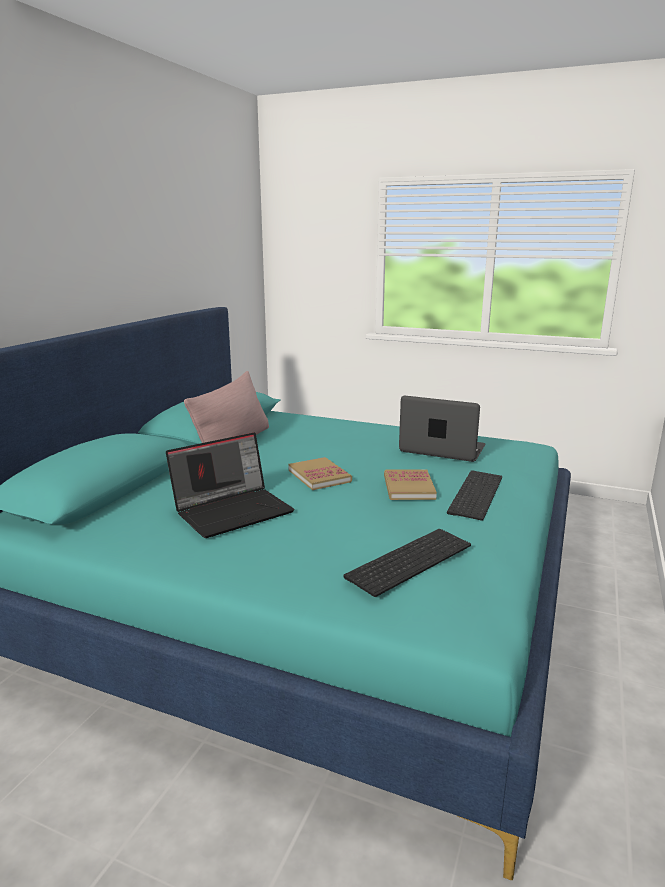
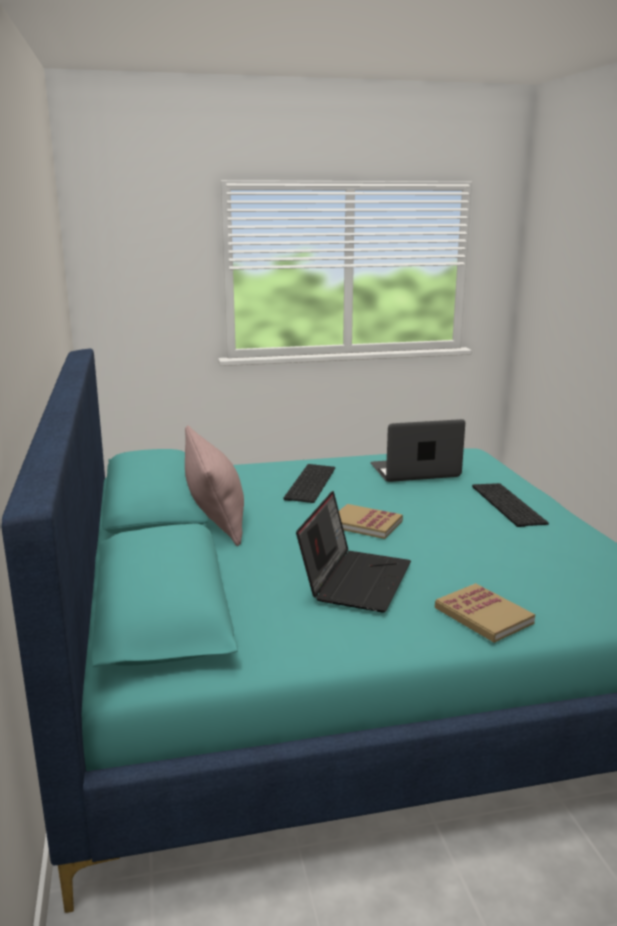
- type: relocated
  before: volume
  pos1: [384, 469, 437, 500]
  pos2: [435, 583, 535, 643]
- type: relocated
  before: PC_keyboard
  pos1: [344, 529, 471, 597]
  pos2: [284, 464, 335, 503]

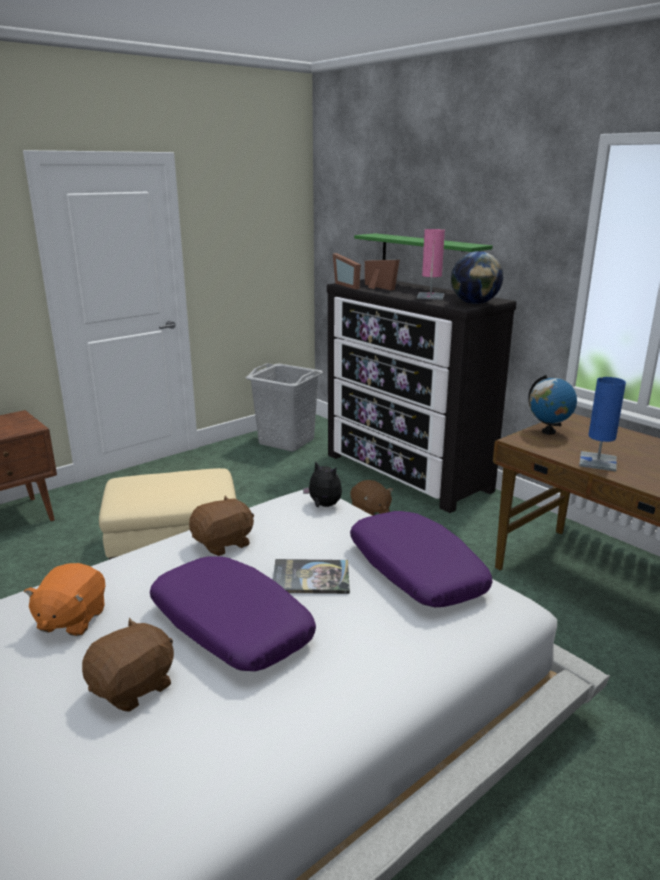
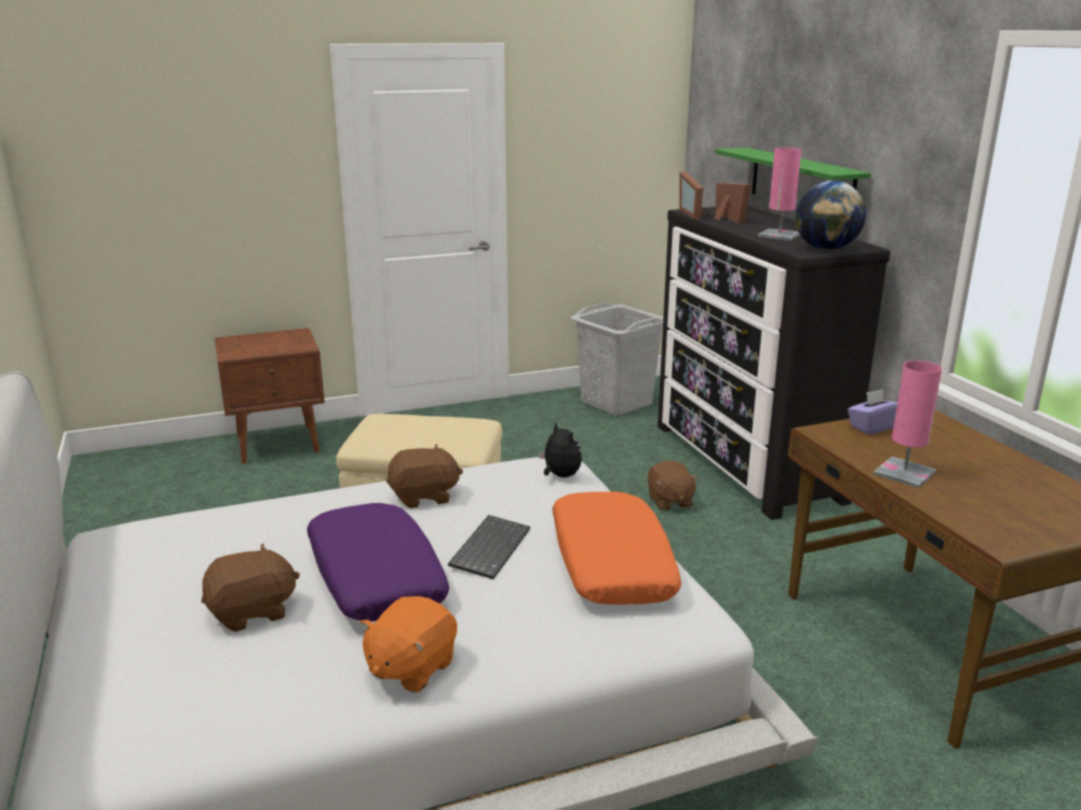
- type: exchanged
  before: world_globe
  after: purplish_box_of_tissues
  pos1: [528, 375, 577, 435]
  pos2: [848, 389, 898, 434]
- type: colour
  before: blue-coloured_tabletop_lamp
  after: pink_tabletop_lamp
  pos1: [579, 377, 626, 472]
  pos2: [873, 361, 942, 488]
- type: colour
  before: purplish_pillow
  after: orange_pillow
  pos1: [350, 511, 492, 607]
  pos2: [552, 492, 681, 605]
- type: exchanged
  before: volume
  after: PC_keyboard
  pos1: [273, 559, 350, 594]
  pos2: [448, 515, 530, 579]
- type: relocated
  before: orange_cuddly_toy
  pos1: [24, 563, 105, 636]
  pos2: [359, 596, 457, 692]

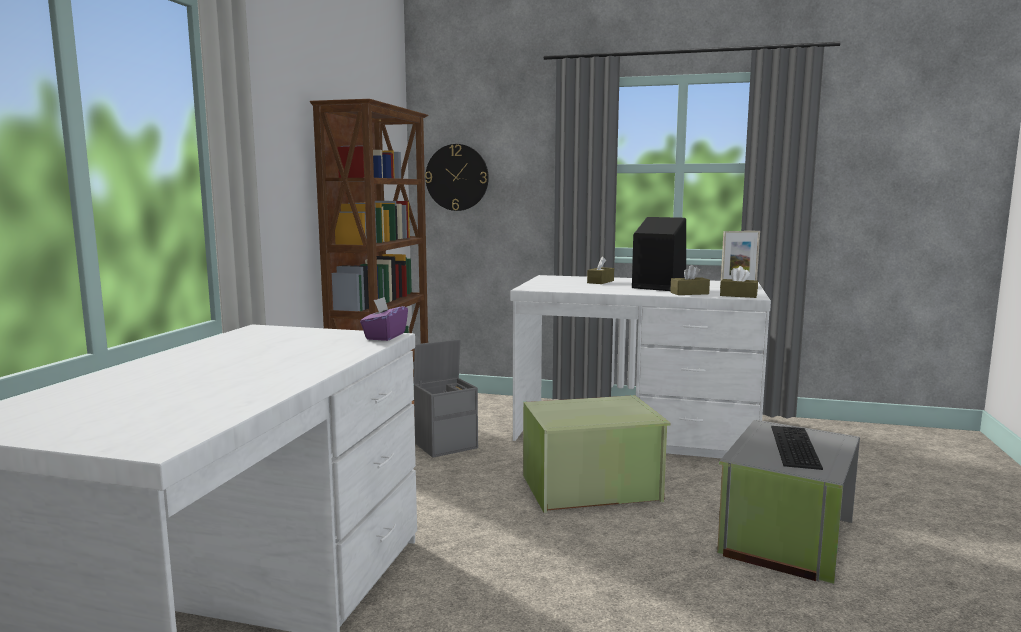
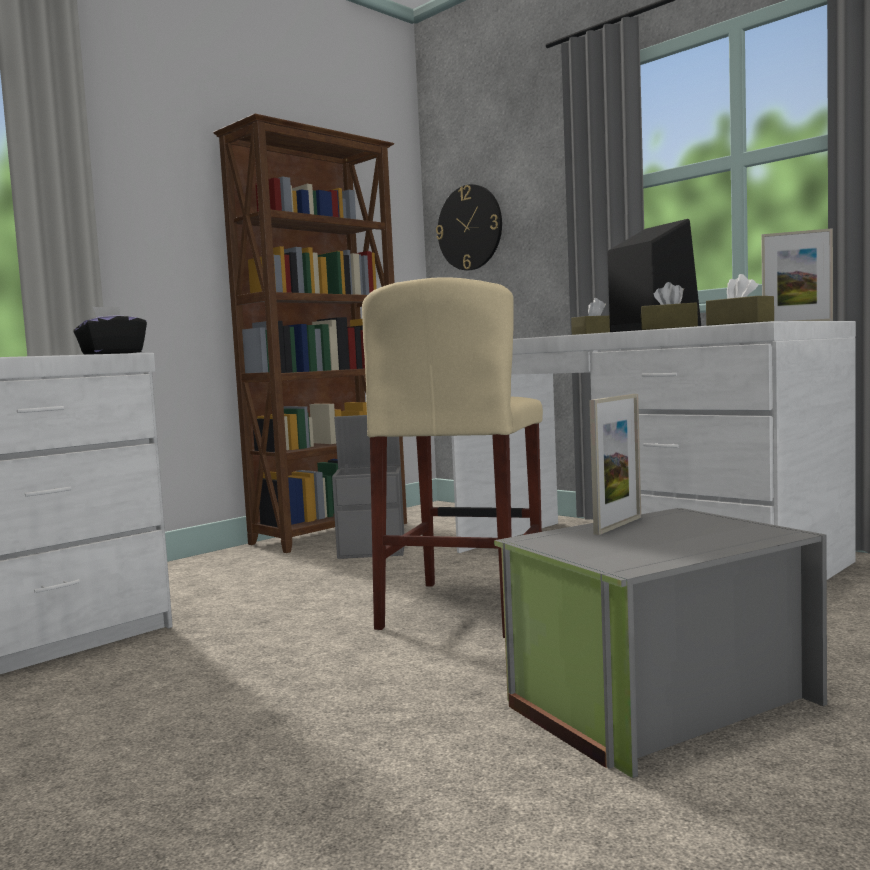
- type: colour
  before: purplish_box_of_tissues
  after: black_box_of_tissues
  pos1: [360, 297, 408, 341]
  pos2: [73, 306, 147, 355]
- type: exchanged
  before: green-coloured_storage_container
  after: beige_sitting_stool
  pos1: [523, 395, 671, 513]
  pos2: [362, 277, 543, 638]
- type: missing
  before: PC_keyboard
  pos1: [771, 426, 823, 470]
- type: appeared
  after: standing_frame
  pos2: [589, 394, 641, 535]

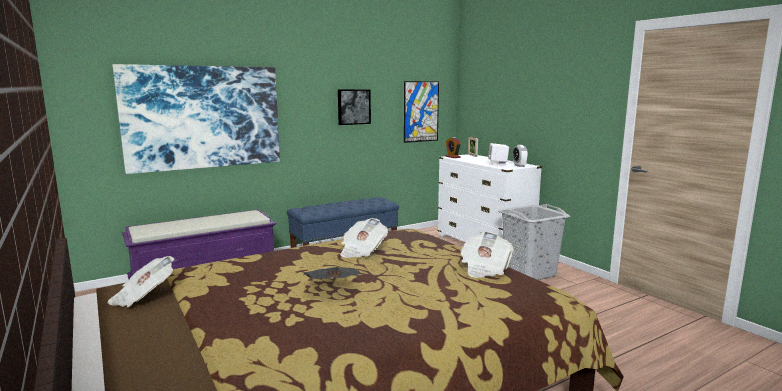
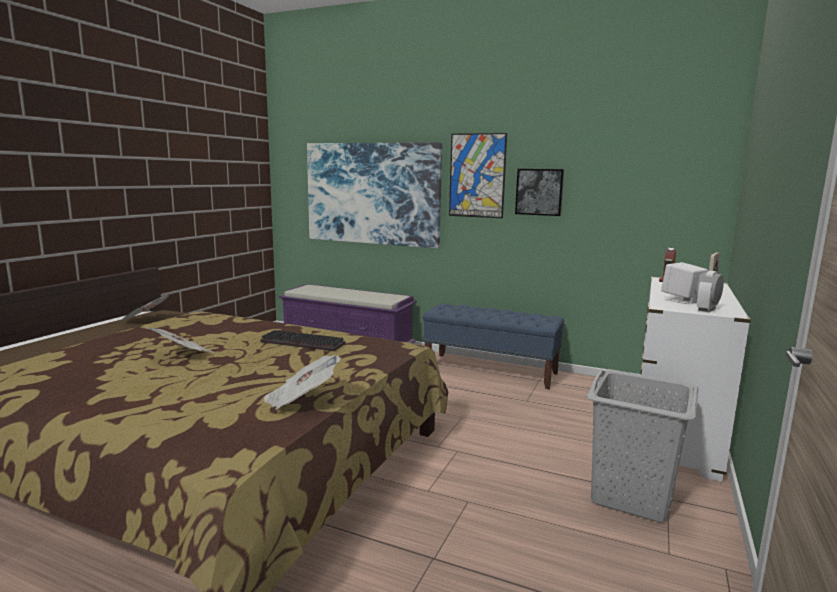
- type: relocated
  before: wall_picture
  pos1: [404, 81, 439, 143]
  pos2: [449, 133, 507, 218]
- type: exchanged
  before: daily_paper
  after: PC_keyboard
  pos1: [340, 218, 388, 258]
  pos2: [260, 330, 345, 351]

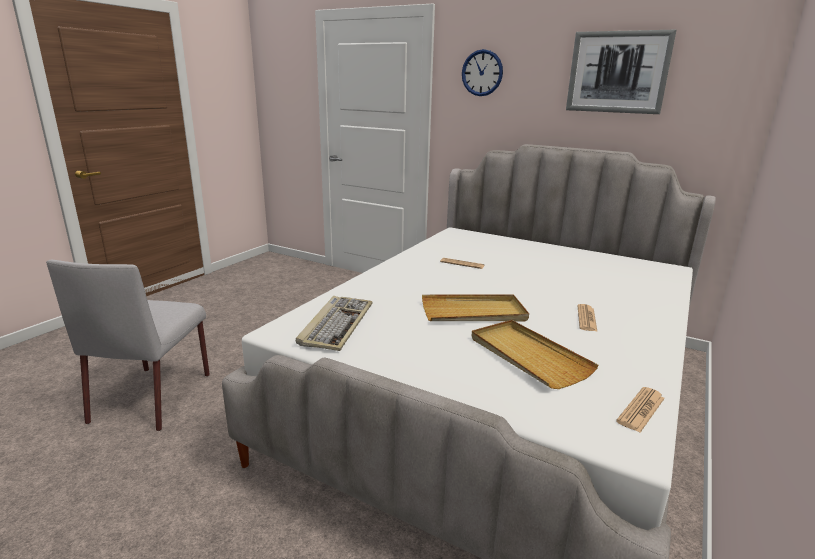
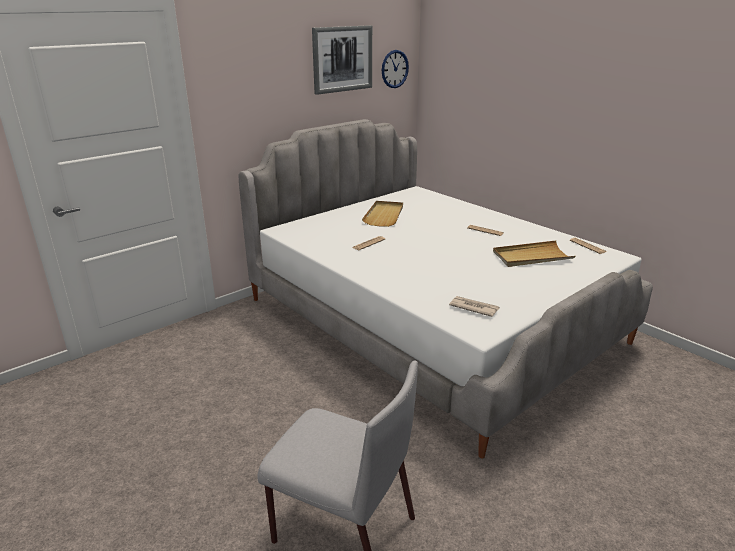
- type: relocated
  before: hanging_clock
  pos1: [462, 49, 503, 96]
  pos2: [382, 50, 409, 88]
- type: relocated
  before: beige_carrying_tray
  pos1: [422, 295, 529, 321]
  pos2: [362, 201, 403, 227]
- type: exchanged
  before: PC_keyboard
  after: daily_paper
  pos1: [296, 296, 372, 351]
  pos2: [449, 296, 500, 317]

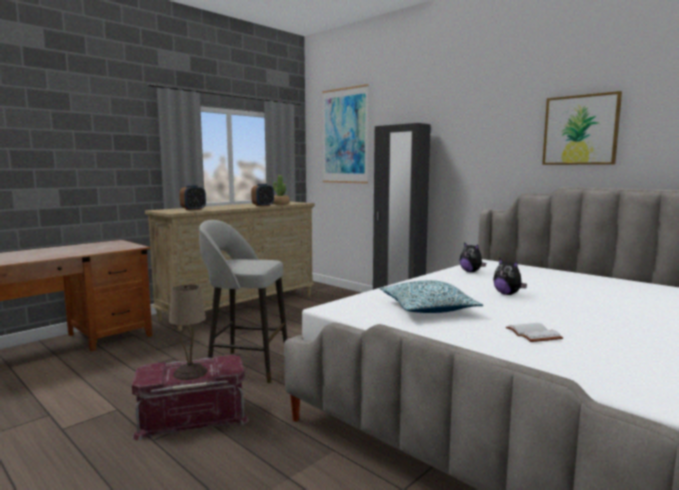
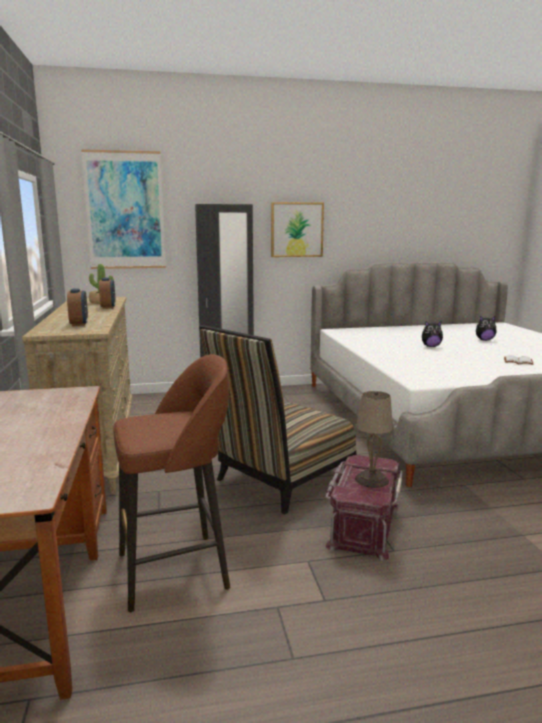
- type: relocated
  before: wall_picture
  pos1: [542, 91, 622, 165]
  pos2: [271, 202, 324, 257]
- type: exchanged
  before: greyish_sitting_stool
  after: upright_chair
  pos1: [199, 220, 287, 384]
  pos2: [199, 325, 357, 514]
- type: relocated
  before: cuddly_toy
  pos1: [460, 242, 486, 272]
  pos2: [476, 316, 496, 341]
- type: missing
  before: pillow
  pos1: [380, 280, 483, 313]
- type: appeared
  after: brown_sitting_stool
  pos2: [113, 354, 230, 612]

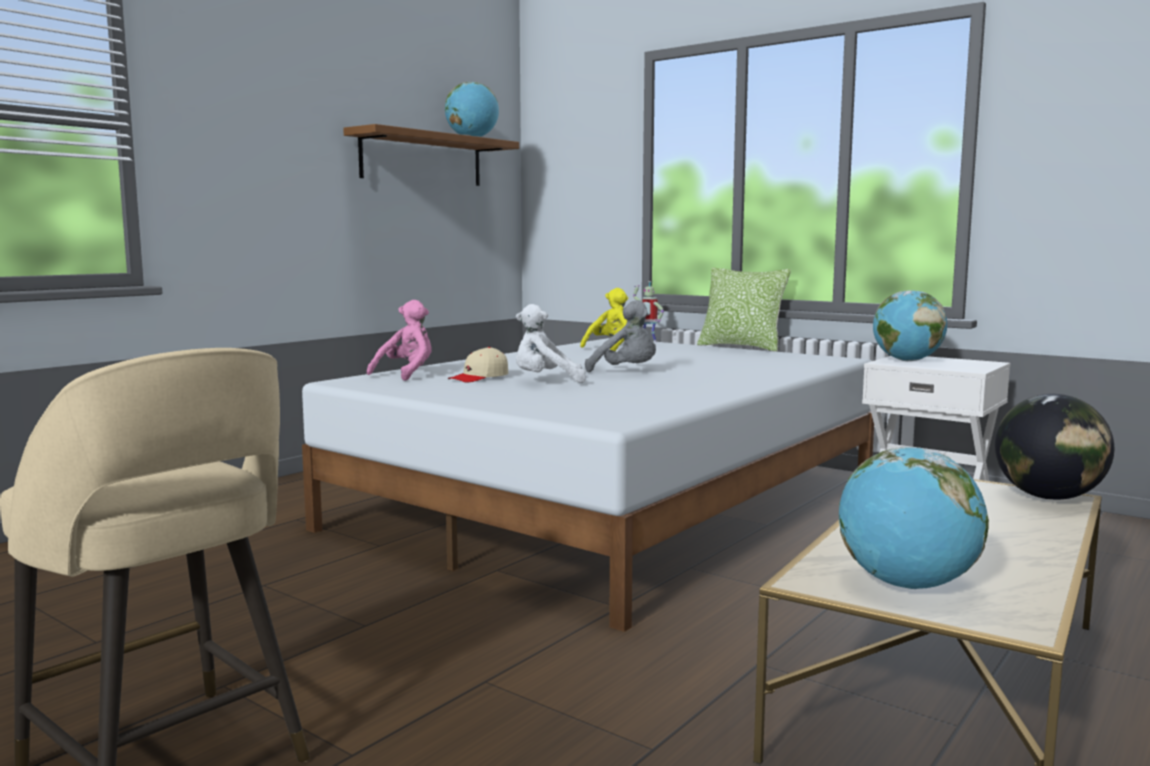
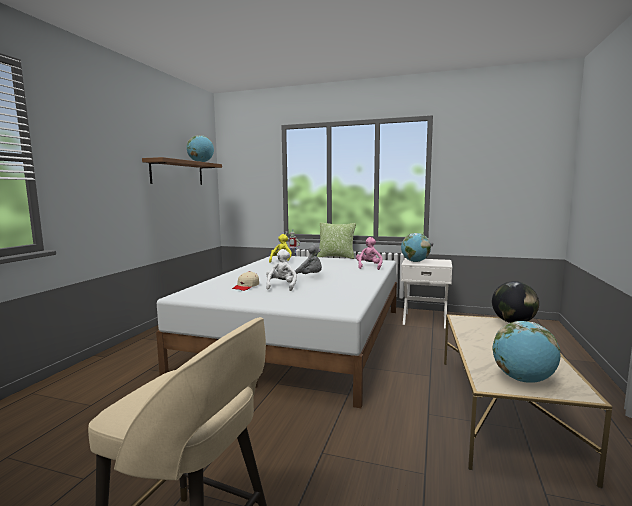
- type: relocated
  before: pink_cuddly_toy
  pos1: [367, 300, 432, 381]
  pos2: [356, 237, 383, 270]
- type: spun
  before: white-coloured_cuddly_toy
  pos1: [516, 304, 586, 383]
  pos2: [266, 249, 297, 291]
  turn: 120

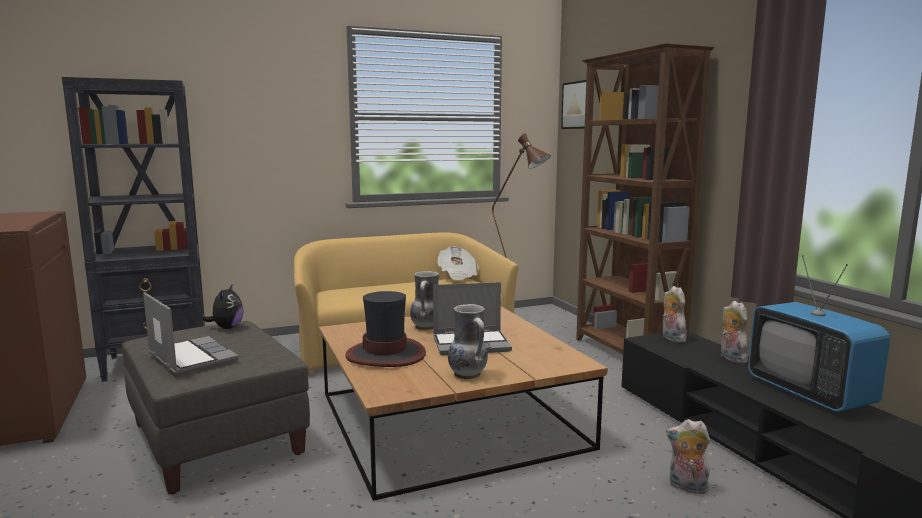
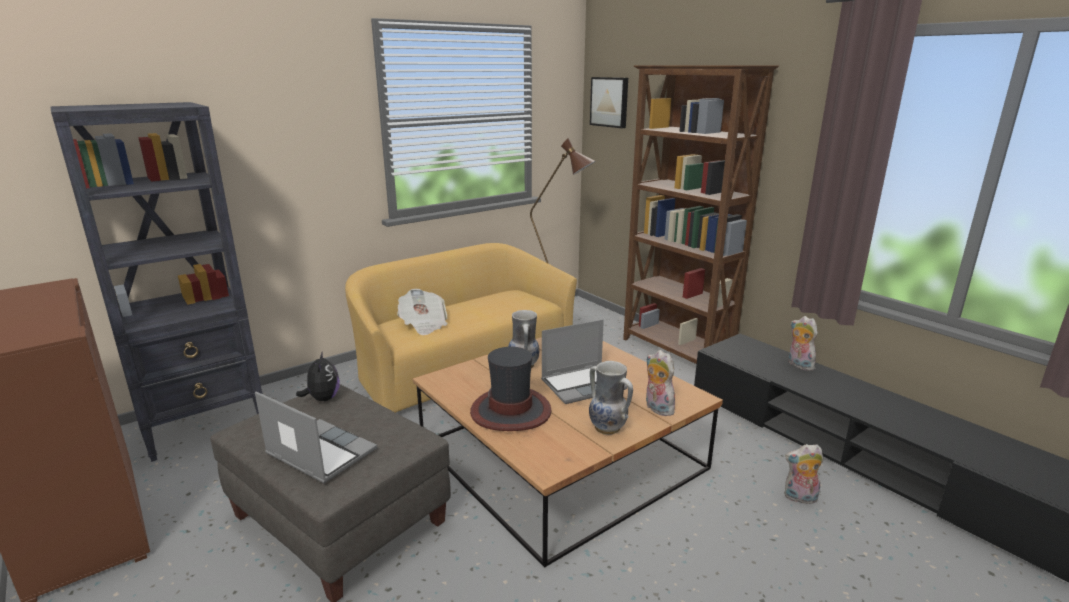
- type: relocated
  before: daily_paper
  pos1: [437, 246, 479, 280]
  pos2: [398, 289, 448, 335]
- type: missing
  before: TV
  pos1: [748, 255, 890, 412]
- type: relocated
  before: cuddly_toy
  pos1: [663, 286, 687, 343]
  pos2: [646, 350, 677, 416]

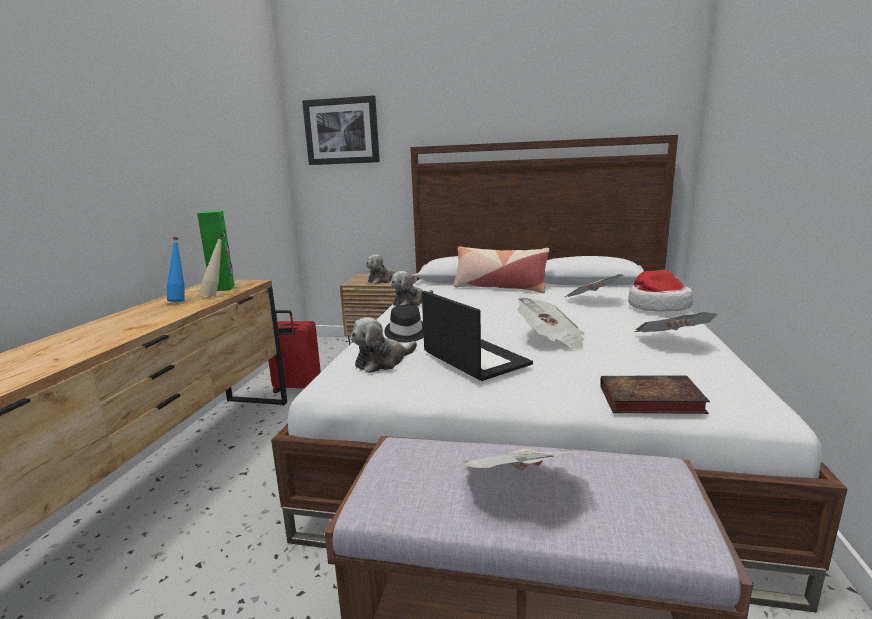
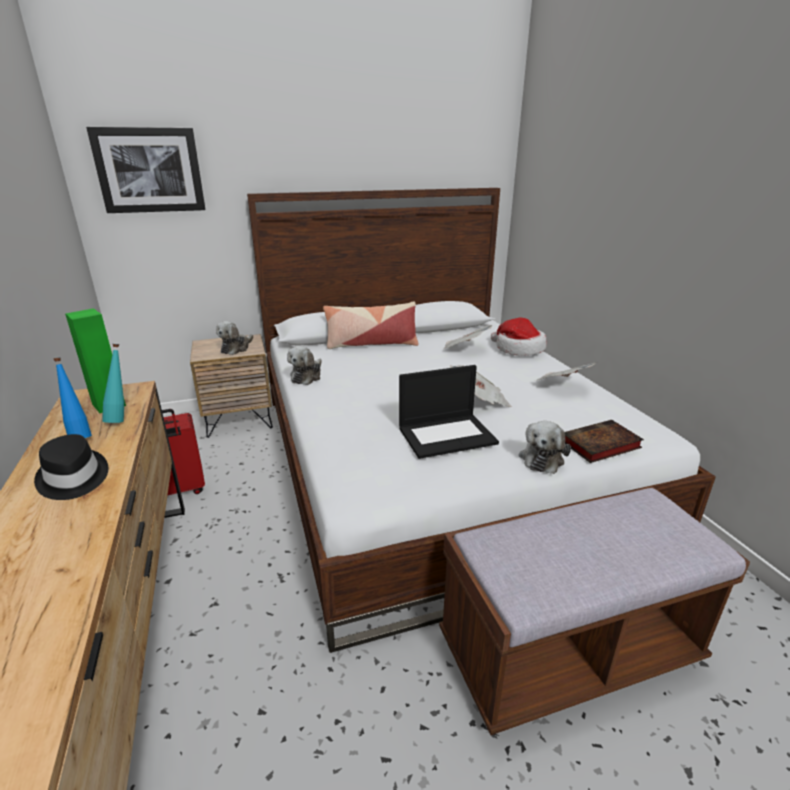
- type: colour
  before: beige_beverage_bottle
  after: turquoise-coloured_beverage_bottle
  pos1: [199, 234, 223, 297]
  pos2: [102, 344, 124, 423]
- type: spun
  before: portable_computer
  pos1: [422, 291, 533, 381]
  pos2: [399, 365, 499, 459]
  turn: 135
- type: relocated
  before: black_wearable_hat
  pos1: [384, 304, 424, 343]
  pos2: [34, 434, 108, 500]
- type: relocated
  before: cuddly_toy
  pos1: [351, 317, 417, 373]
  pos2: [519, 421, 571, 474]
- type: missing
  before: daily_paper
  pos1: [461, 448, 583, 470]

